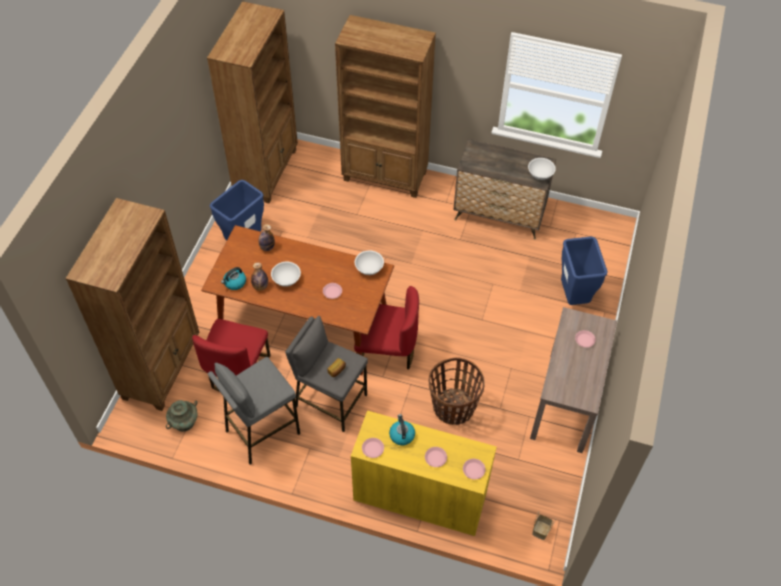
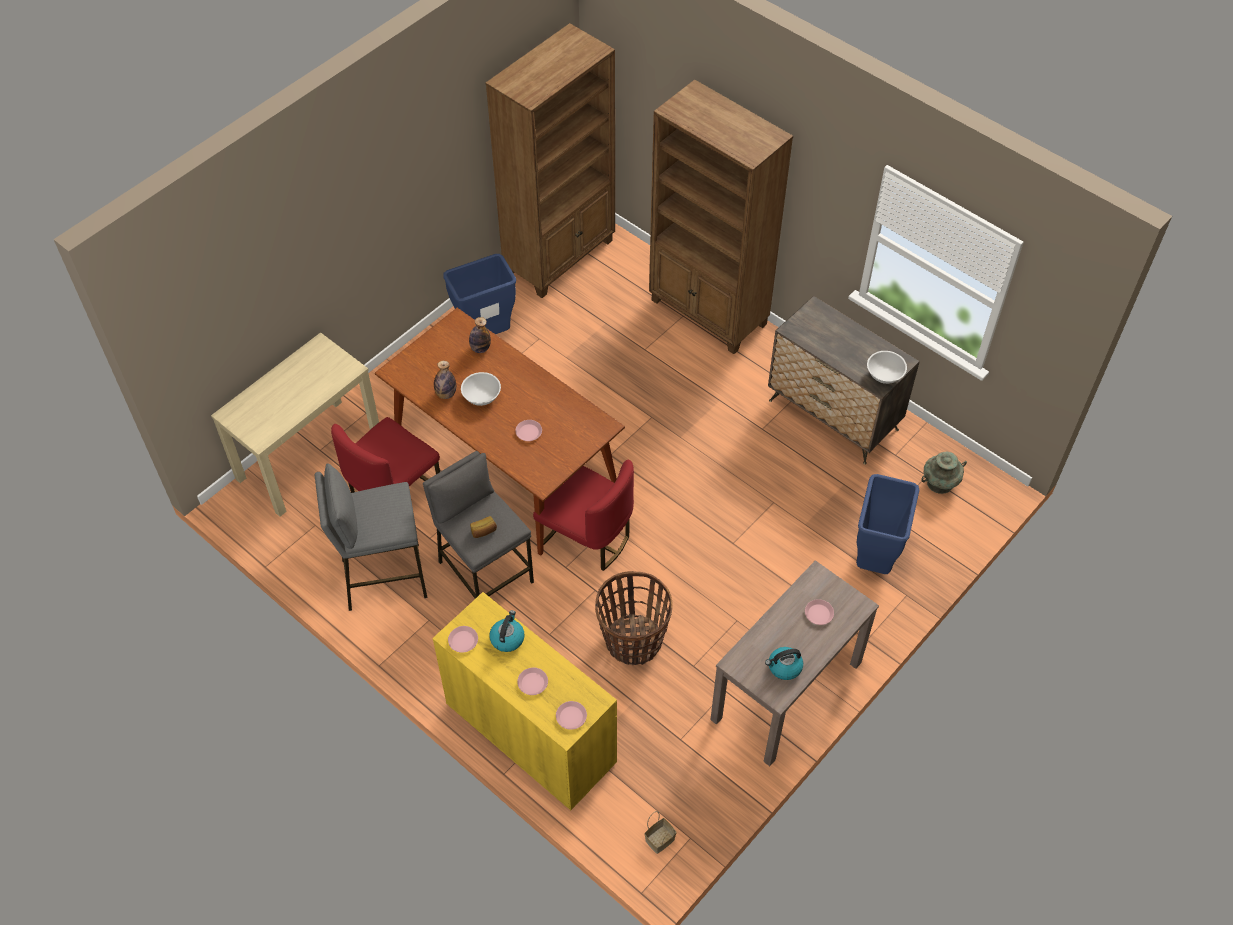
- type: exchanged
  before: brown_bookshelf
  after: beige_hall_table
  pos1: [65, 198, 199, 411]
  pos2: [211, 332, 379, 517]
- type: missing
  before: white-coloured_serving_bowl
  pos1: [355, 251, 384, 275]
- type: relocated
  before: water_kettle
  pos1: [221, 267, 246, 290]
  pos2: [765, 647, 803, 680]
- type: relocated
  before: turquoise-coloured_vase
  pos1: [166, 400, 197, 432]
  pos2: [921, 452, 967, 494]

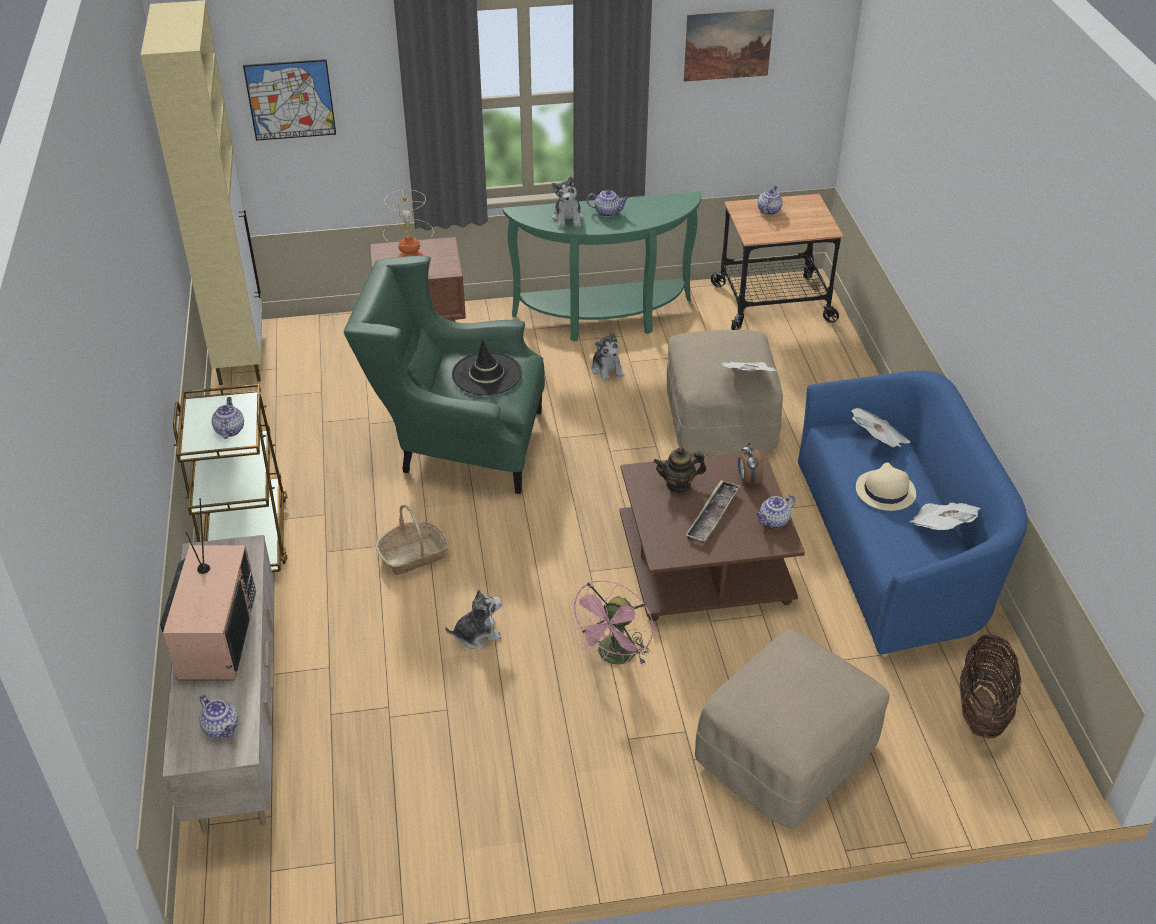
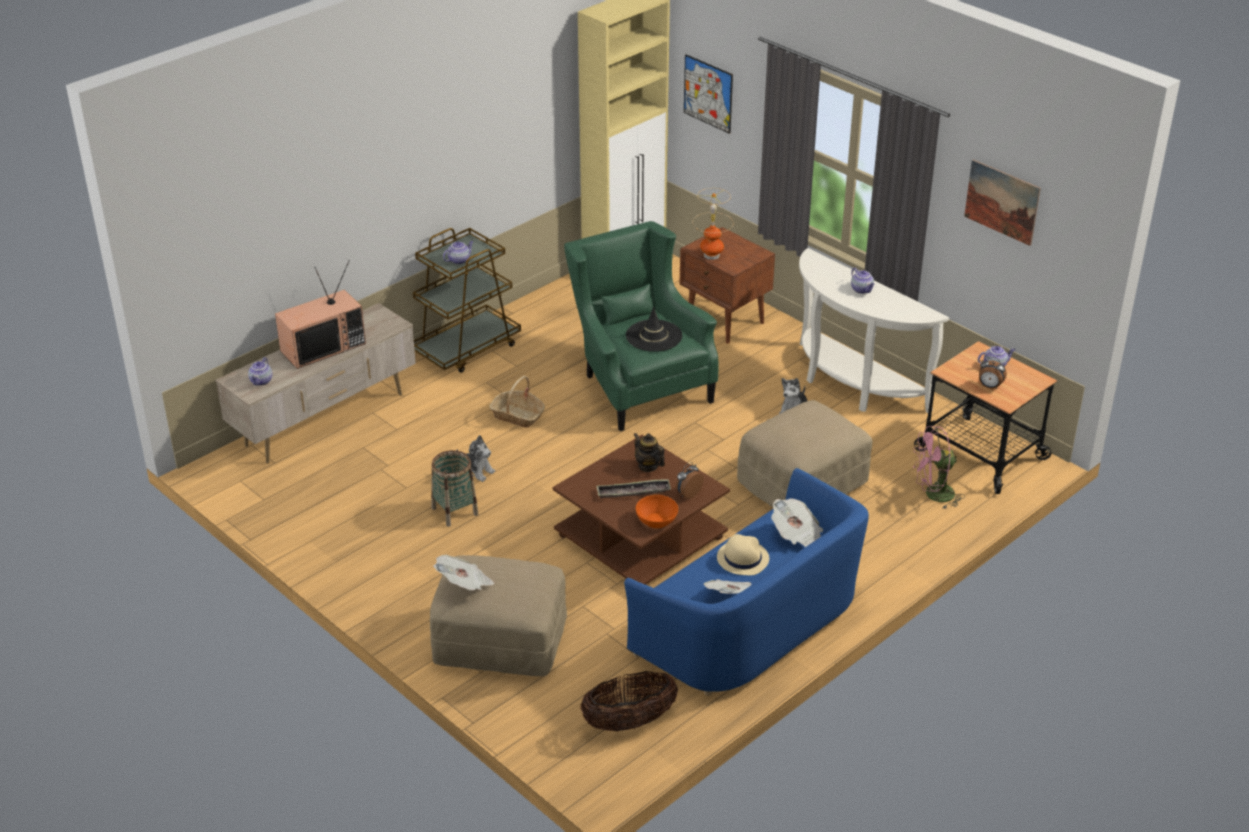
- type: missing
  before: cuddly_toy
  pos1: [552, 176, 584, 228]
- type: colour
  before: green-coloured_hall_table
  after: white-coloured_hall_table
  pos1: [503, 191, 702, 341]
  pos2: [799, 248, 949, 413]
- type: relocated
  before: daily_paper
  pos1: [721, 361, 778, 372]
  pos2: [433, 555, 494, 591]
- type: exchanged
  before: tea_pot
  after: orange_serving_bowl
  pos1: [756, 495, 795, 528]
  pos2: [636, 495, 678, 529]
- type: relocated
  before: pink_cooling_fan
  pos1: [569, 580, 654, 665]
  pos2: [913, 426, 965, 510]
- type: appeared
  after: bedside_clock
  pos2: [979, 357, 1007, 389]
- type: appeared
  after: household_basket
  pos2: [431, 450, 479, 527]

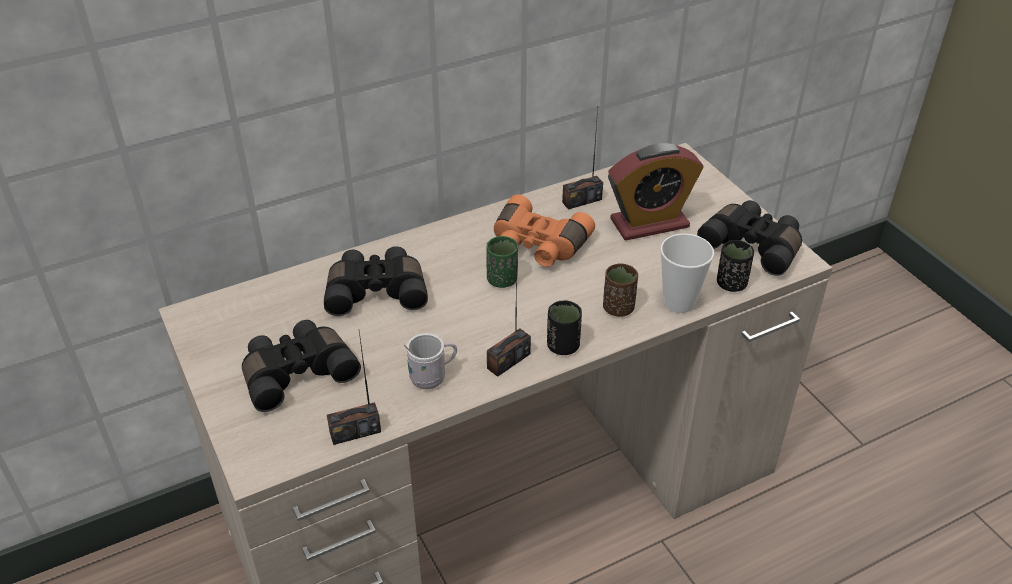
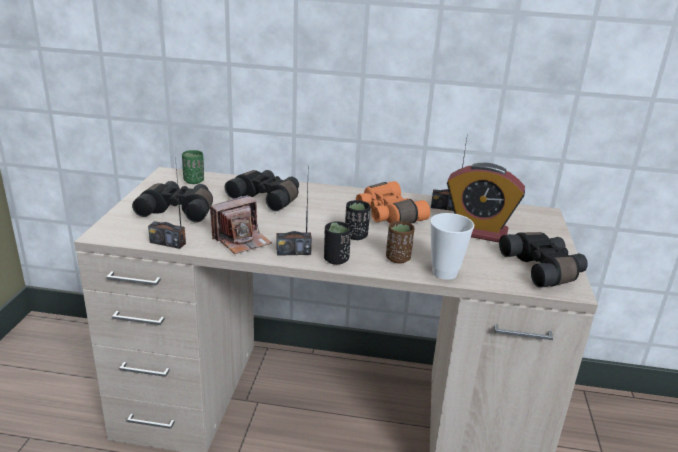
- type: relocated
  before: green-coloured_cup
  pos1: [486, 236, 518, 288]
  pos2: [182, 150, 204, 184]
- type: relocated
  before: black_cup
  pos1: [717, 240, 754, 292]
  pos2: [345, 200, 370, 240]
- type: exchanged
  before: white-coloured_tea_mug
  after: photo_camera
  pos1: [404, 333, 457, 389]
  pos2: [210, 195, 272, 254]

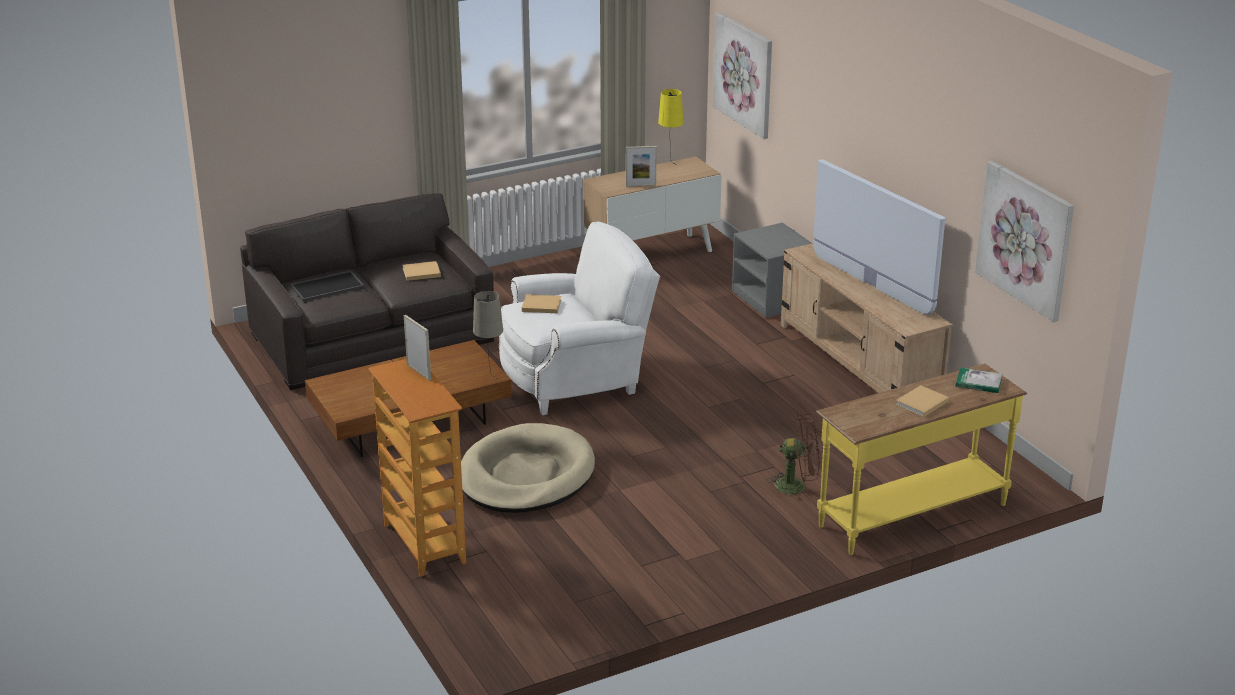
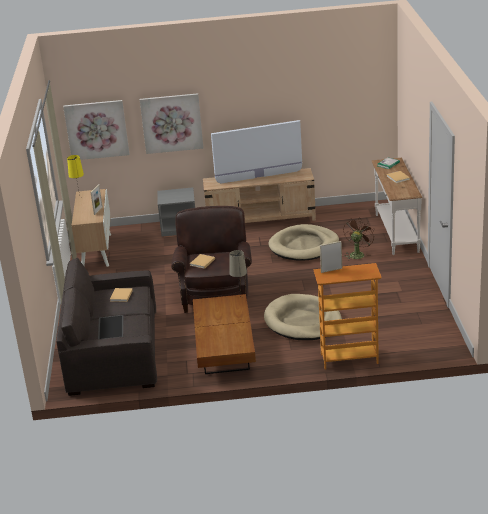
- type: relocated
  before: wall_picture
  pos1: [975, 161, 1074, 322]
  pos2: [140, 93, 203, 154]
- type: colour
  before: white-coloured_armchair
  after: brown_armchair
  pos1: [499, 222, 660, 415]
  pos2: [171, 206, 252, 313]
- type: colour
  before: yellow_hall_table
  after: white-coloured_hall_table
  pos1: [816, 363, 1027, 555]
  pos2: [372, 158, 422, 255]
- type: appeared
  after: beige_dog_cushion
  pos2: [268, 224, 339, 261]

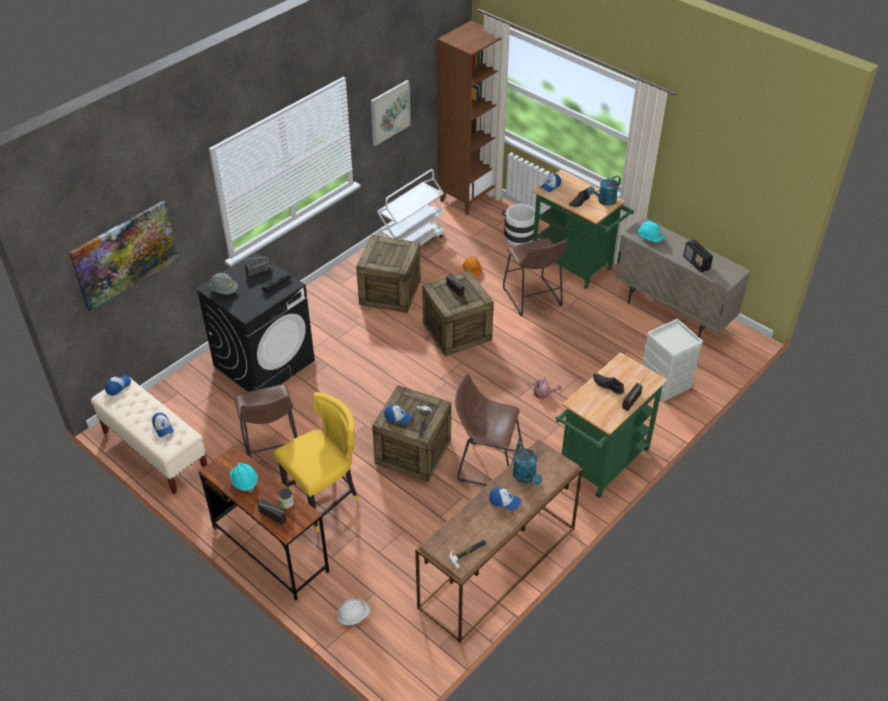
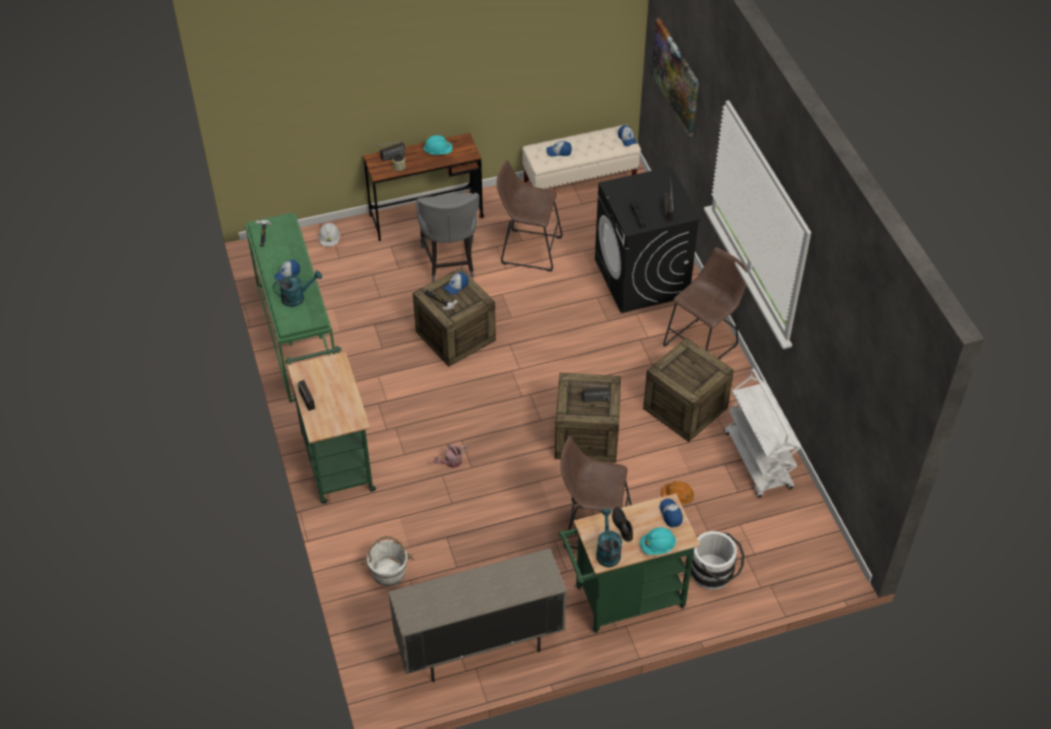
- type: missing
  before: brown_bookshelf
  pos1: [437, 21, 501, 215]
- type: missing
  before: wall_picture
  pos1: [371, 80, 411, 146]
- type: relocated
  before: turquoise-coloured_work_helmet
  pos1: [638, 221, 664, 242]
  pos2: [640, 527, 676, 555]
- type: missing
  before: radio
  pos1: [684, 240, 713, 272]
- type: missing
  before: greyish_work_helmet
  pos1: [210, 273, 238, 295]
- type: exchanged
  before: greyish_storage_container
  after: white-coloured_water_bucket
  pos1: [642, 319, 703, 402]
  pos2: [361, 536, 414, 587]
- type: relocated
  before: brown_sitting_stool
  pos1: [455, 373, 522, 486]
  pos2: [663, 248, 748, 359]
- type: missing
  before: black_low_shoe
  pos1: [593, 373, 624, 395]
- type: colour
  before: yellow_upright_chair
  after: greyish_upright_chair
  pos1: [274, 392, 359, 532]
  pos2: [416, 193, 479, 282]
- type: colour
  before: brown_hall_table
  after: green-coloured_hall_table
  pos1: [415, 439, 583, 643]
  pos2: [245, 213, 336, 403]
- type: spun
  before: turquoise-coloured_sprinkling_can
  pos1: [513, 442, 542, 485]
  pos2: [273, 270, 322, 307]
  turn: 150

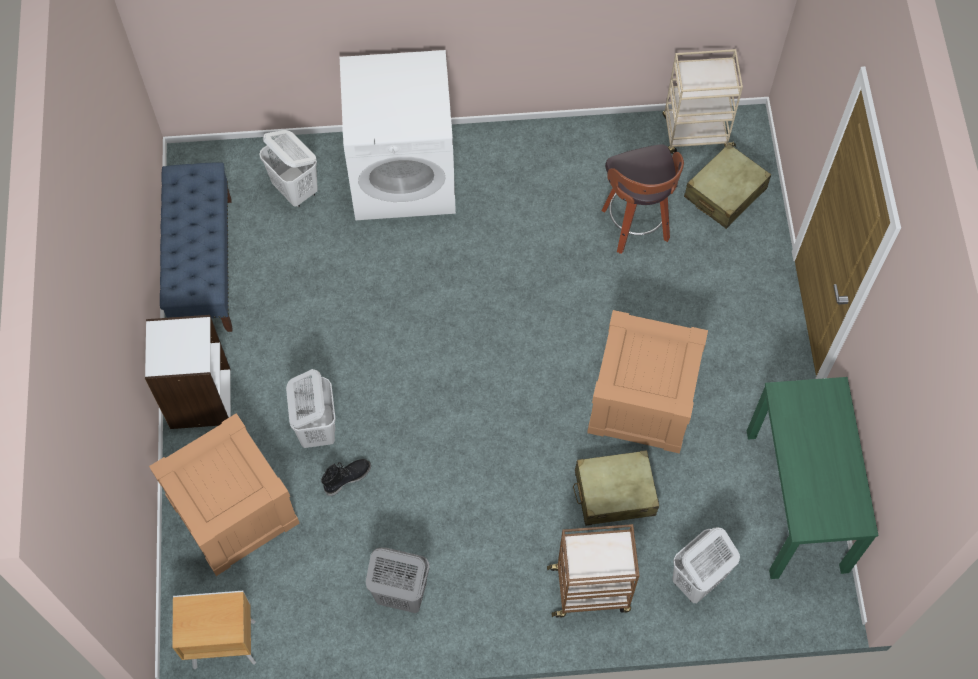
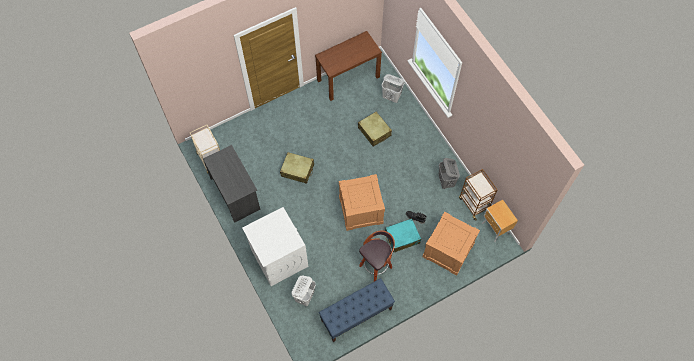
- type: relocated
  before: beige_suitcase
  pos1: [684, 143, 771, 229]
  pos2: [280, 152, 314, 184]
- type: relocated
  before: sitting_stool
  pos1: [601, 144, 684, 254]
  pos2: [359, 231, 395, 281]
- type: relocated
  before: shipping_crate
  pos1: [587, 310, 708, 454]
  pos2: [339, 174, 385, 231]
- type: missing
  before: white-coloured_bookshelf
  pos1: [145, 315, 231, 429]
- type: exchanged
  before: white-coloured_washing_basket
  after: turquoise-coloured_suitcase
  pos1: [286, 369, 336, 448]
  pos2: [385, 218, 421, 252]
- type: colour
  before: green-coloured_hall_table
  after: brown_hall_table
  pos1: [747, 377, 878, 579]
  pos2: [315, 31, 382, 101]
- type: relocated
  before: brown_wheeled_cart
  pos1: [547, 524, 640, 618]
  pos2: [459, 169, 497, 221]
- type: appeared
  after: greyish_desk
  pos2: [203, 145, 260, 223]

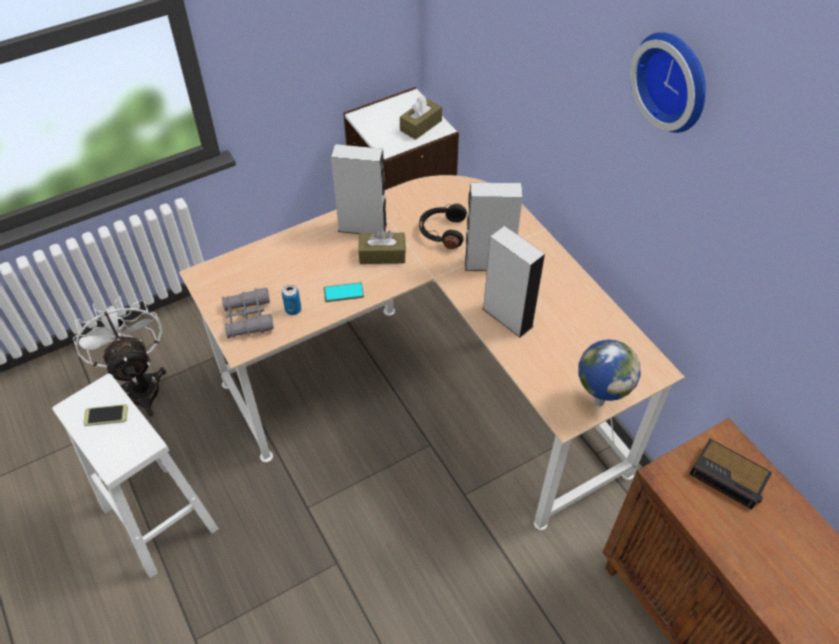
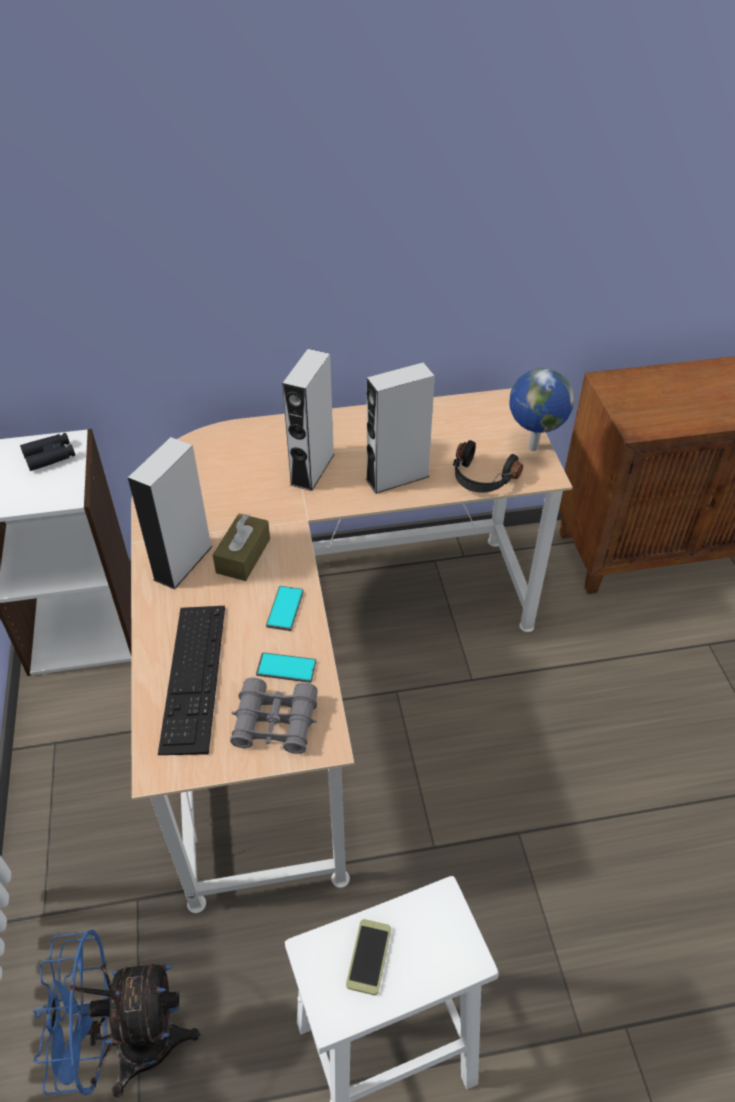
- type: missing
  before: hanging_clock
  pos1: [630, 32, 706, 133]
- type: exchanged
  before: brown_box_of_tissues
  after: black_field_glasses
  pos1: [400, 96, 442, 140]
  pos2: [20, 433, 75, 471]
- type: relocated
  before: black_pair_of_headphones
  pos1: [419, 203, 467, 249]
  pos2: [453, 440, 523, 493]
- type: exchanged
  before: metal_can
  after: phone
  pos1: [282, 285, 301, 315]
  pos2: [256, 652, 316, 683]
- type: colour
  before: white-coloured_cooling_fan
  after: blue-coloured_cooling_fan
  pos1: [73, 296, 166, 417]
  pos2: [33, 930, 201, 1098]
- type: missing
  before: bedside_clock
  pos1: [690, 439, 772, 509]
- type: appeared
  after: PC_keyboard
  pos2: [158, 606, 225, 755]

